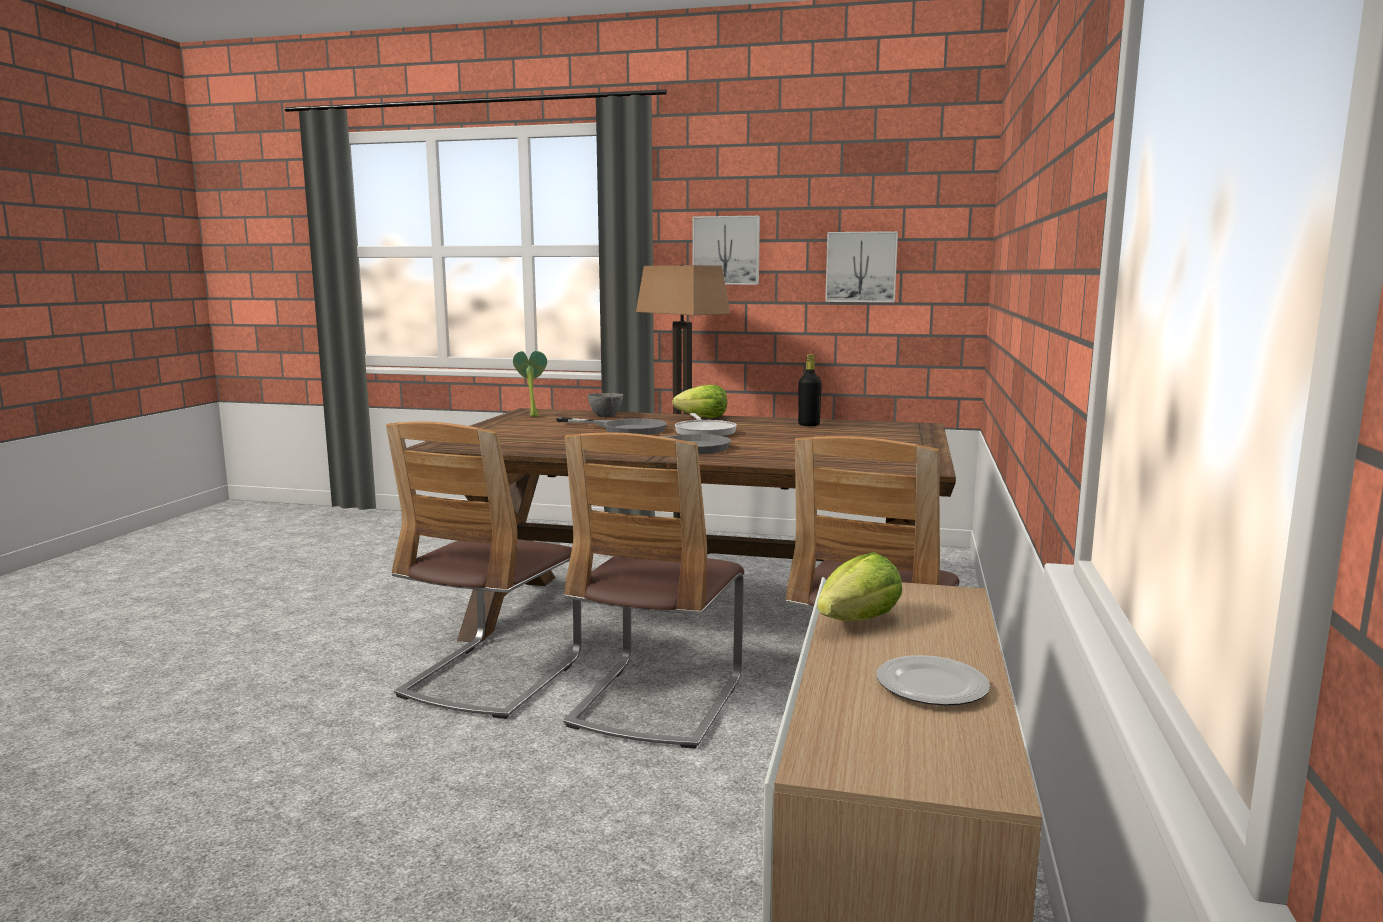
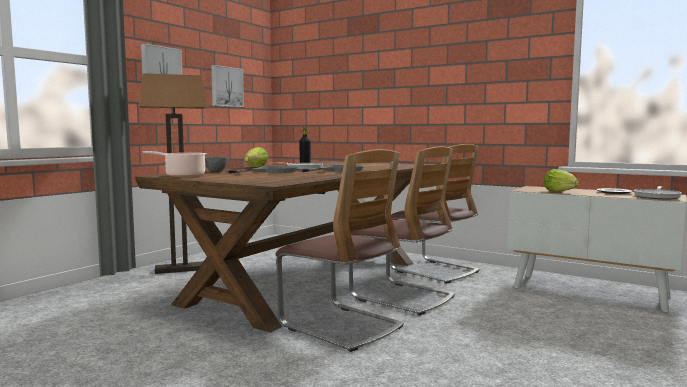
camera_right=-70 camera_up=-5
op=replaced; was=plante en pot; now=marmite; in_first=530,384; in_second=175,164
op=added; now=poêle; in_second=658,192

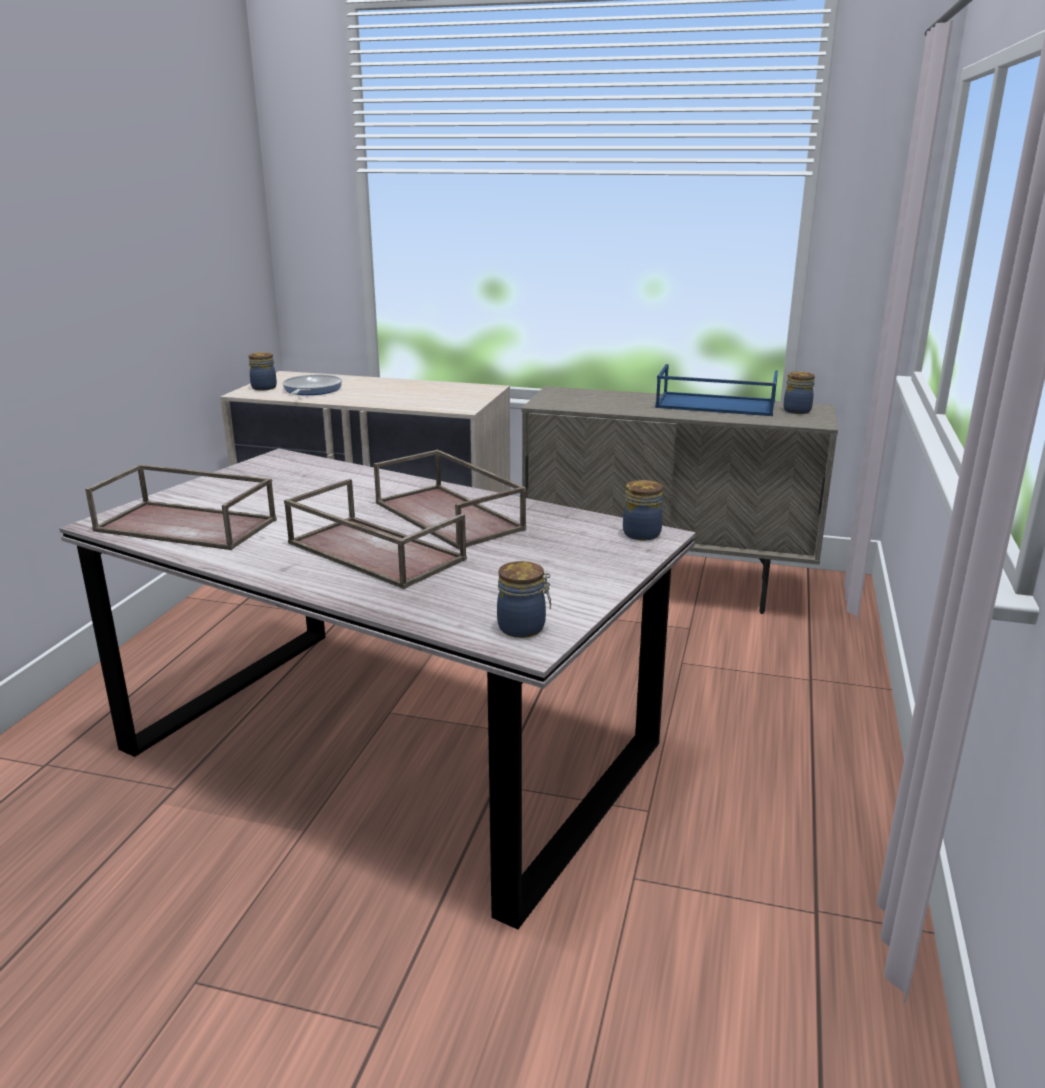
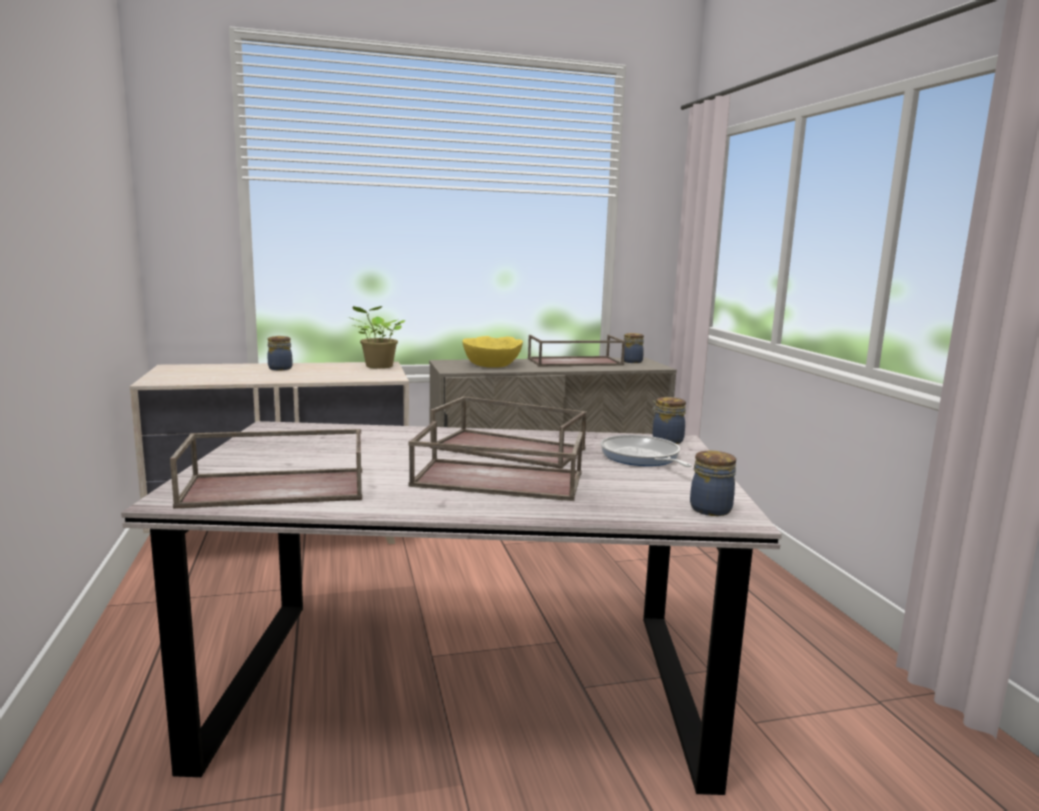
camera_right=-30 camera_up=-10
op=moved; was=bocal; in_first=263,371; in_second=280,353
op=added; now=plante en pot; in_second=376,337
op=added; now=bol (jaune); in_second=492,352
op=recoloured; was=plateau (bleu); now=plateau (marron); in_first=716,390; in_second=577,350
op=moved; was=poêle; in_first=312,384; in_second=646,451

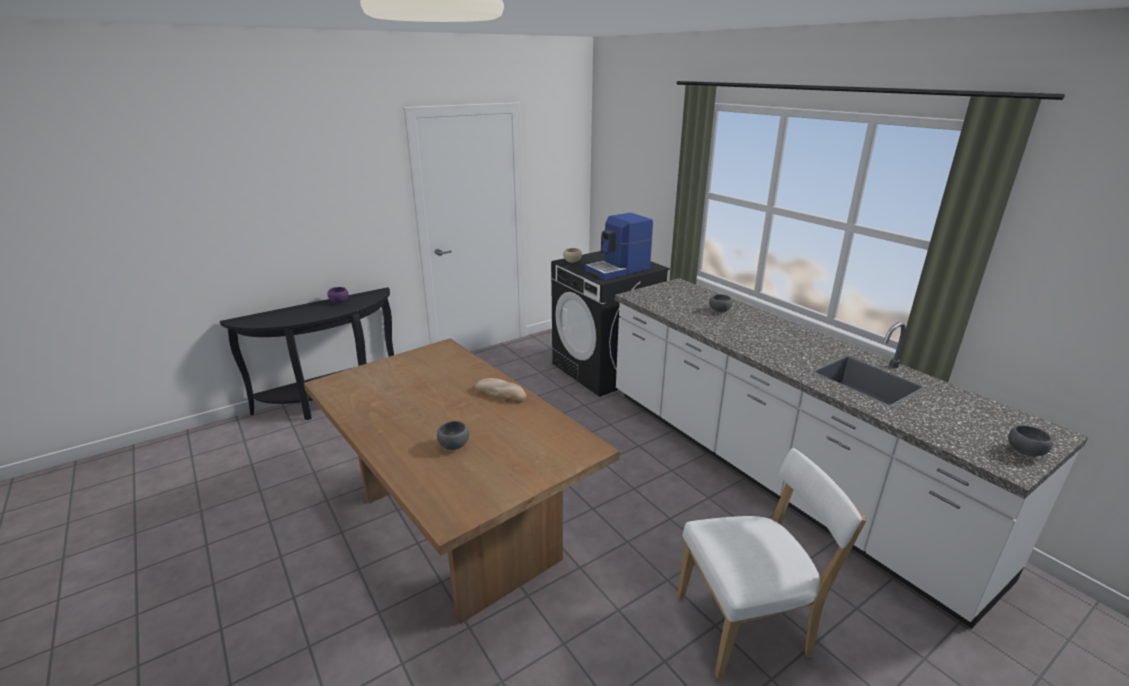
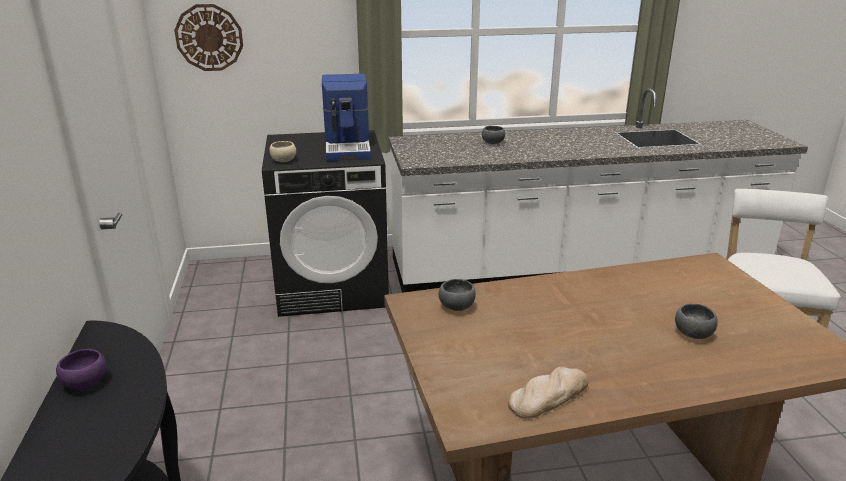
camera_right=-65 camera_up=0
op=added; now=horloge murale; in_second=208,37
op=moved; was=bol (gris); in_first=1030,441; in_second=457,295
op=moved; was=pain; in_first=500,390; in_second=548,393

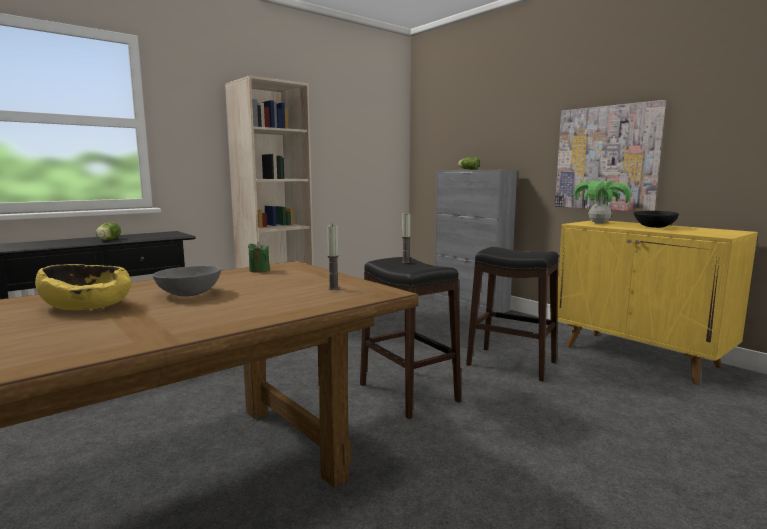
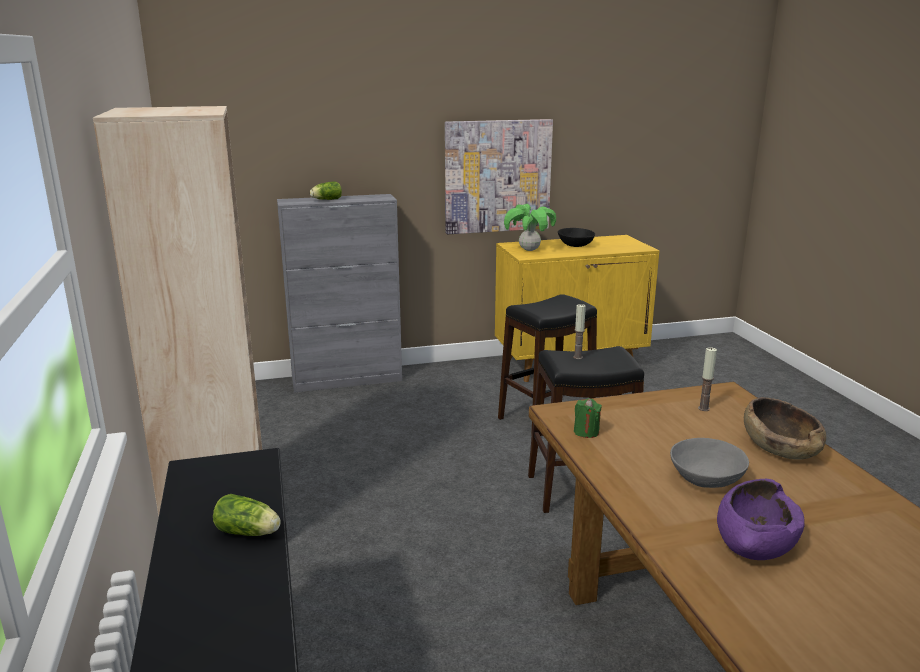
camera_right=-65 camera_up=10
op=recoloured; was=bol (jaune); now=bol (violet); in_first=83,287; in_second=761,519
op=added; now=bol (marron); in_second=785,428

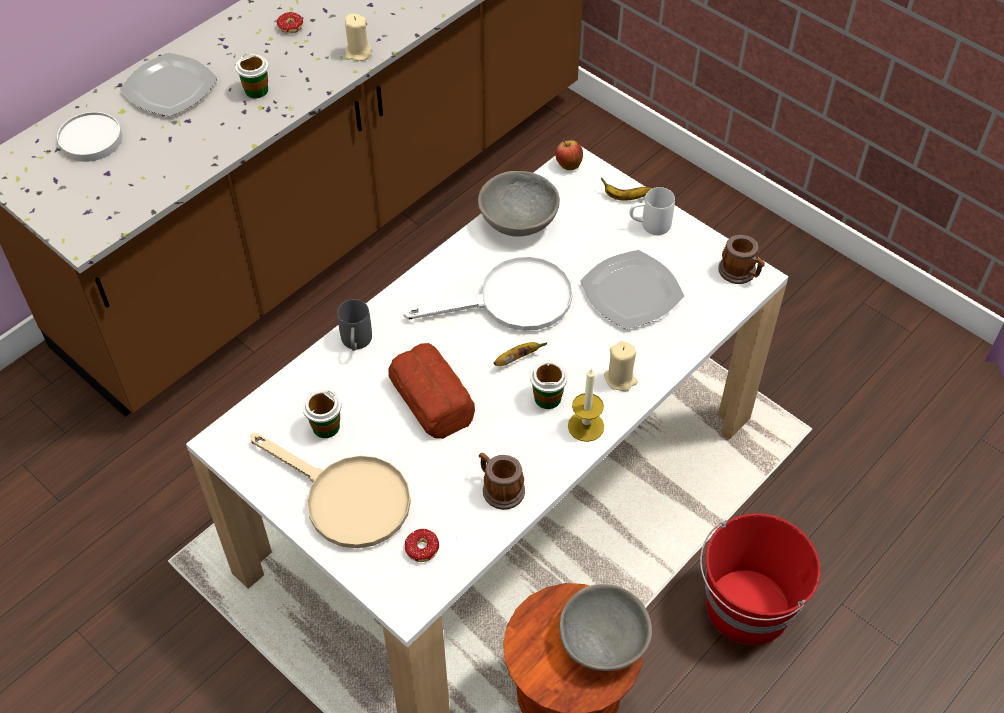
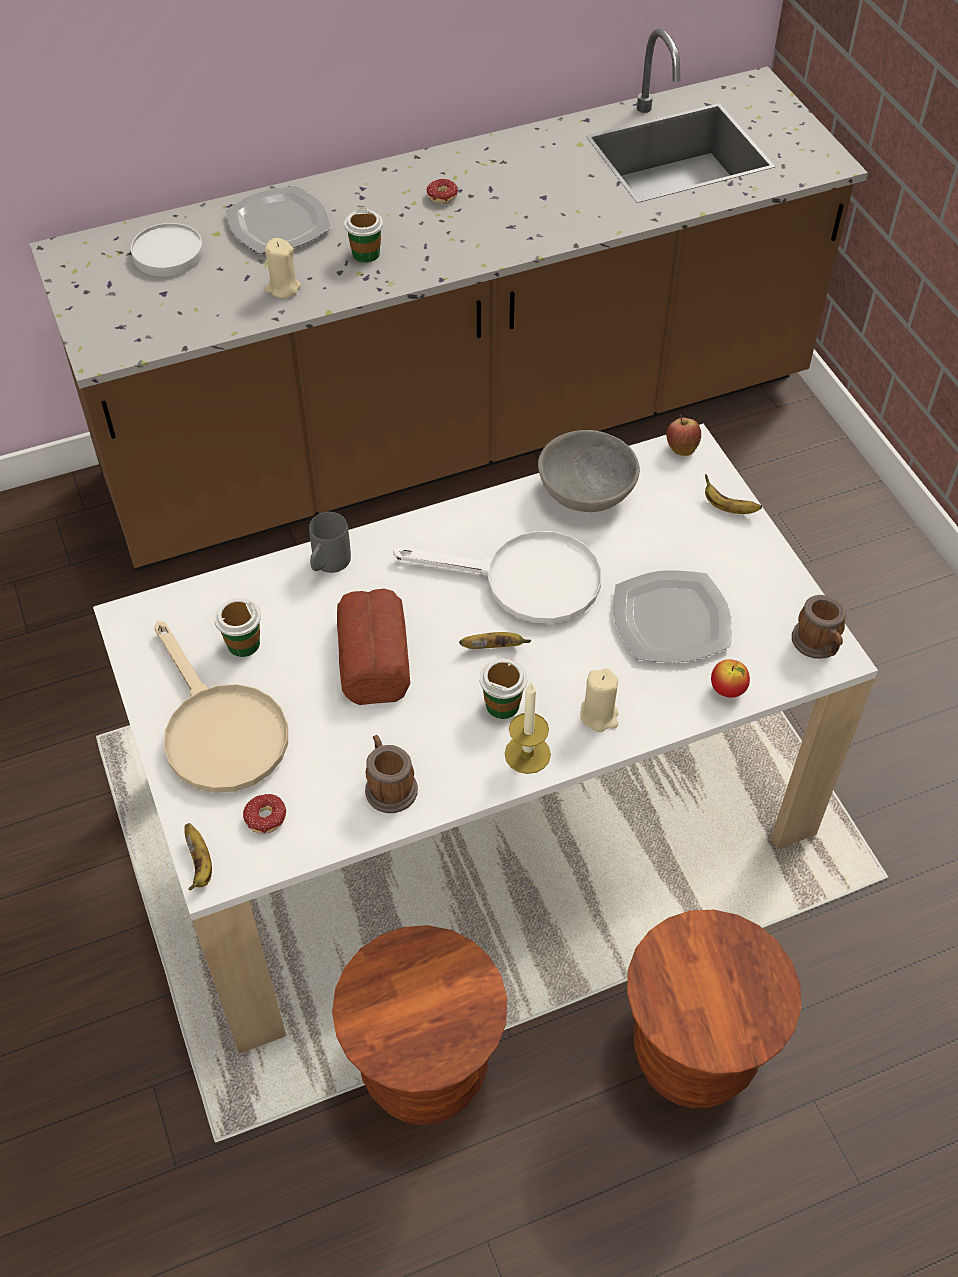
camera_right=25 camera_up=0
op=added; now=banane; in_second=198,856
op=moved; was=bougie (beige); in_first=358,37; in_second=283,268
op=replaced; was=seau (rouge); now=tabouret (marron); in_first=760,579; in_second=714,1009
op=added; now=pomme; in_second=730,678
op=removed; was=bol (gris); in_first=605,627
op=removed; was=mug (blanc); in_first=652,211

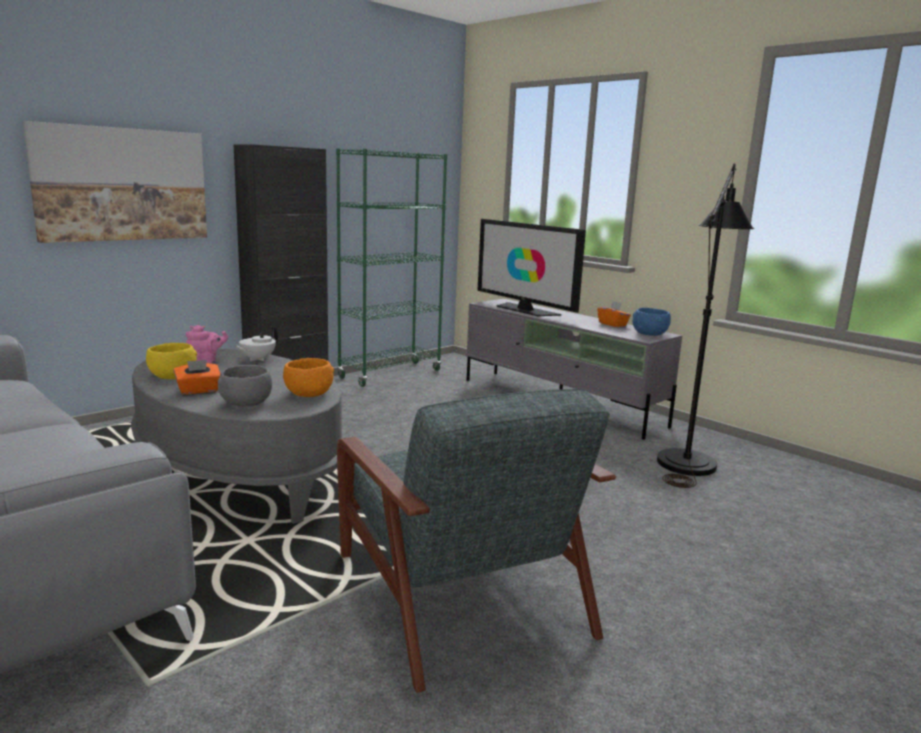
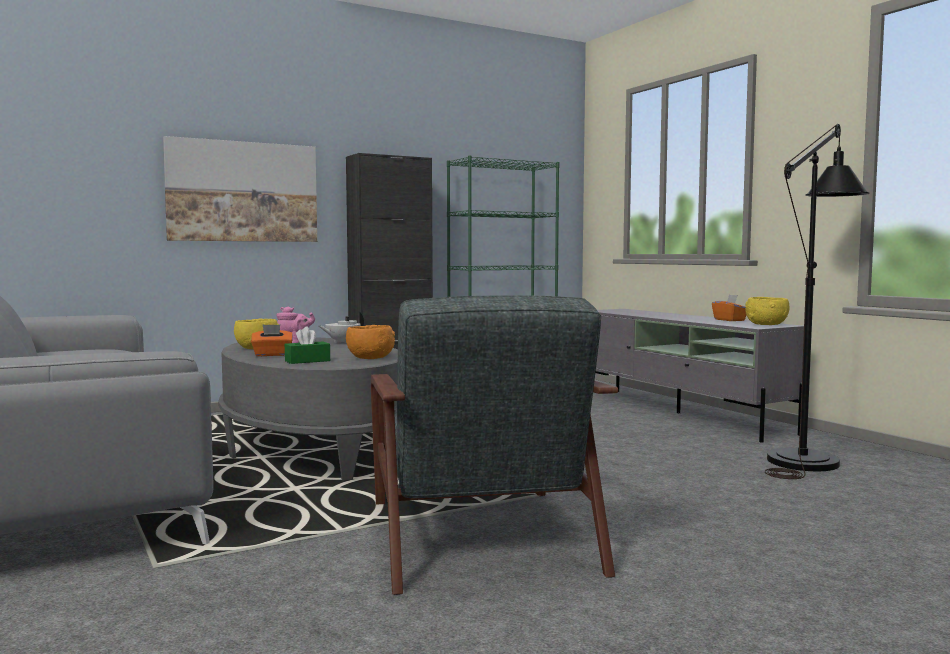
camera_right=15 camera_up=-10
op=replaced; was=bol (gris); now=boîte à mouchoirs (vert); in_first=245,386; in_second=307,345
op=recoloured; was=bol (bleu); now=bol (jaune); in_first=652,322; in_second=767,311
op=removed; was=téléviseur; in_first=531,267

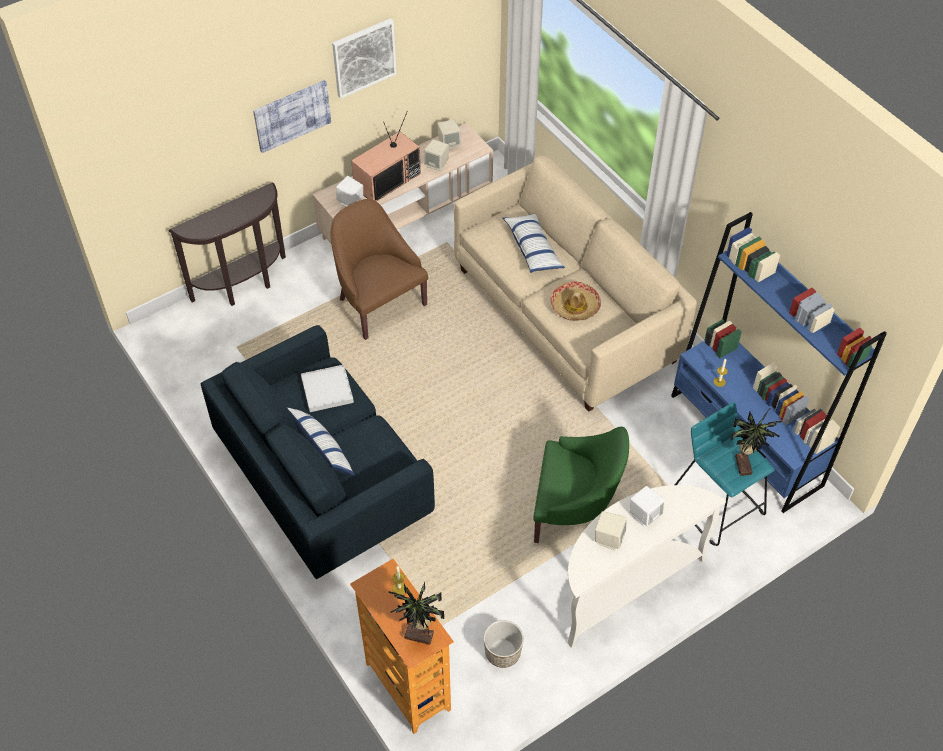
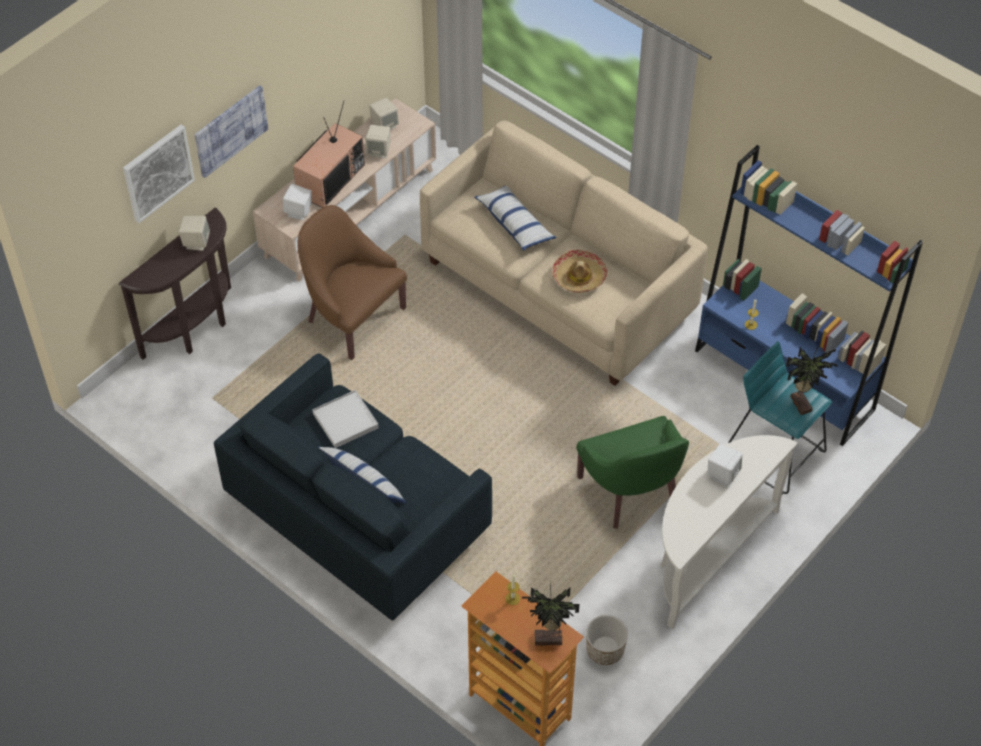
camera_right=-15 camera_up=0
op=moved; was=tableau; in_first=364,58; in_second=159,174
op=moved; was=enceinte (beige); in_first=610,530; in_second=194,233
op=turned; was=fauteuil (vert); in_first=581,485; in_second=632,472; clockwise=75

